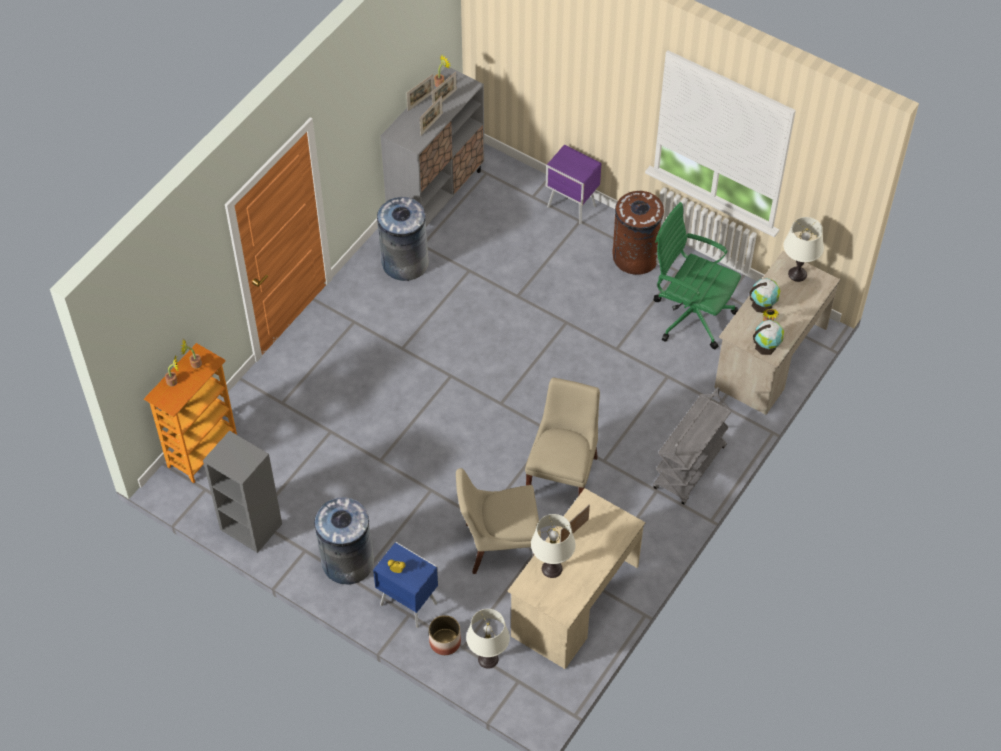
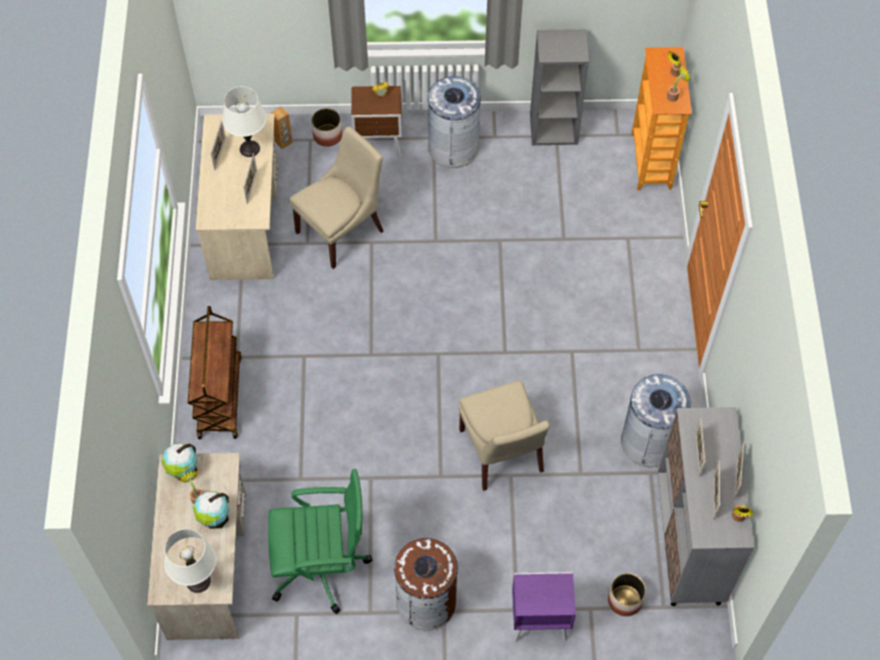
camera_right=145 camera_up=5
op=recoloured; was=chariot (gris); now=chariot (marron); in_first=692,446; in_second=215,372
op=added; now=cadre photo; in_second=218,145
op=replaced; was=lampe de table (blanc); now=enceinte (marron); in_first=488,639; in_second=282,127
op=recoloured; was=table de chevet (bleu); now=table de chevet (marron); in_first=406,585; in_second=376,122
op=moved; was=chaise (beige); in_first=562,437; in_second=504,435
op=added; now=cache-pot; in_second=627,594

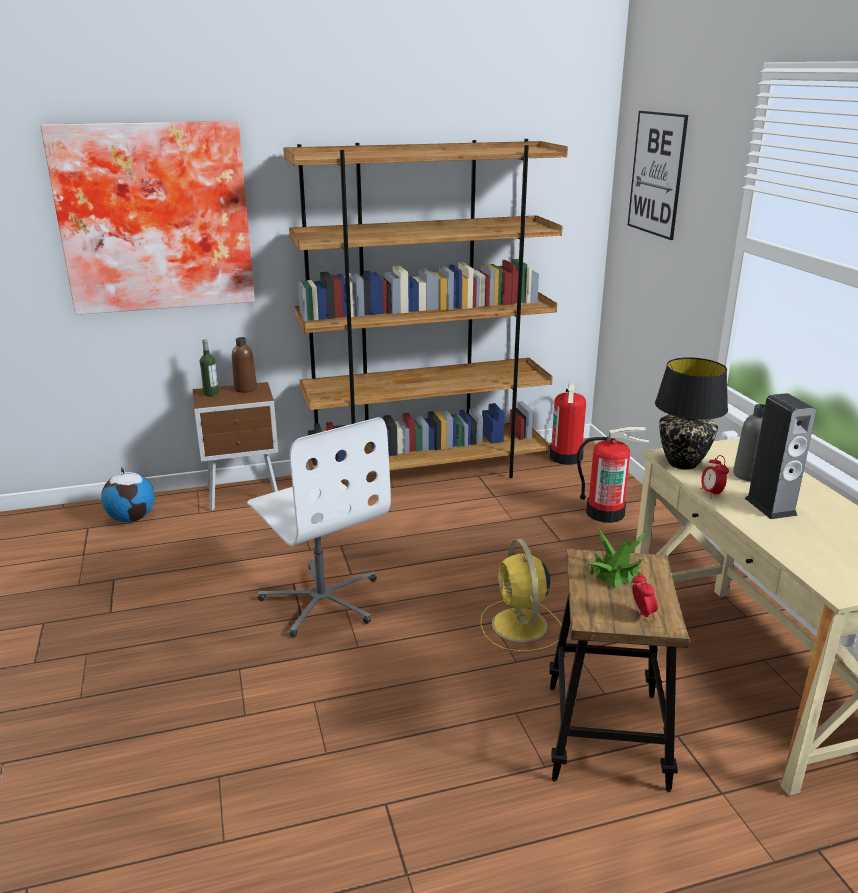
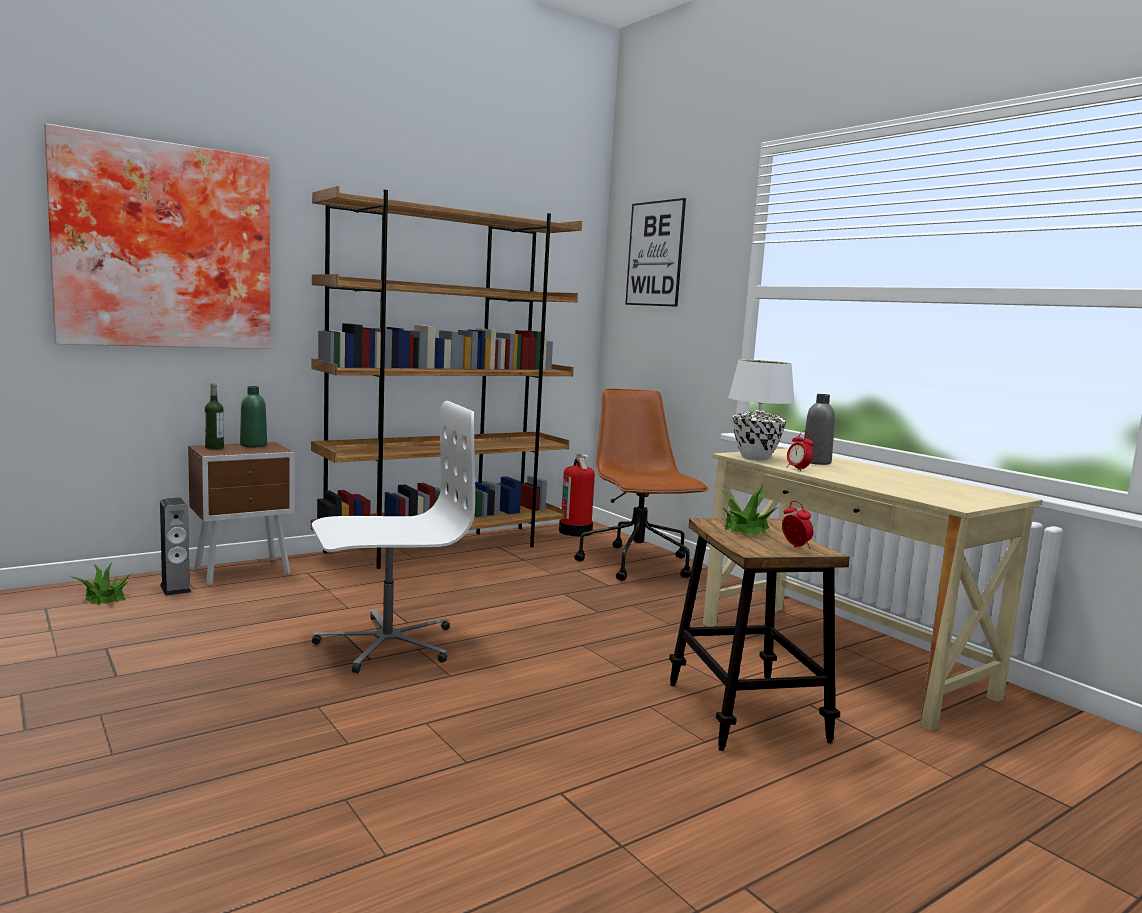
camera_right=-20 camera_up=-15
op=replaced; was=globe; now=plante en pot; in_first=128,494; in_second=101,584
op=moved; was=enceinte; in_first=780,456; in_second=176,547
op=recoloured; was=bouteille (marron); now=bouteille (vert); in_first=244,365; in_second=253,416
op=turned; was=chaise de bureau (blanc); in_first=319,527; in_second=393,537; clockwise=-60
op=replaced; was=extincteur; now=chaise de bureau (marron); in_first=613,475; in_second=641,484
op=recoloured; was=lampe de table (noir); now=lampe de table (blanc); in_first=691,413; in_second=761,410
op=removed; was=ventilateur (jaune); in_first=521,595

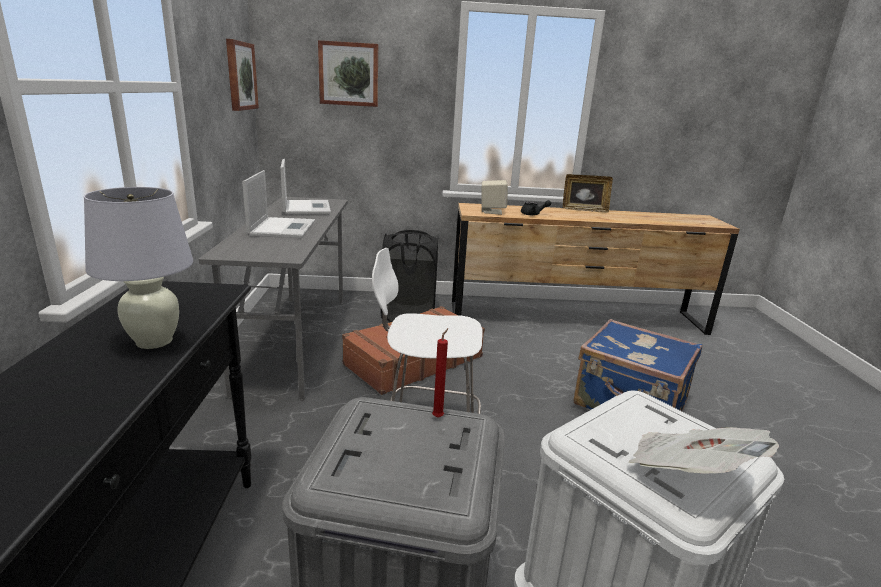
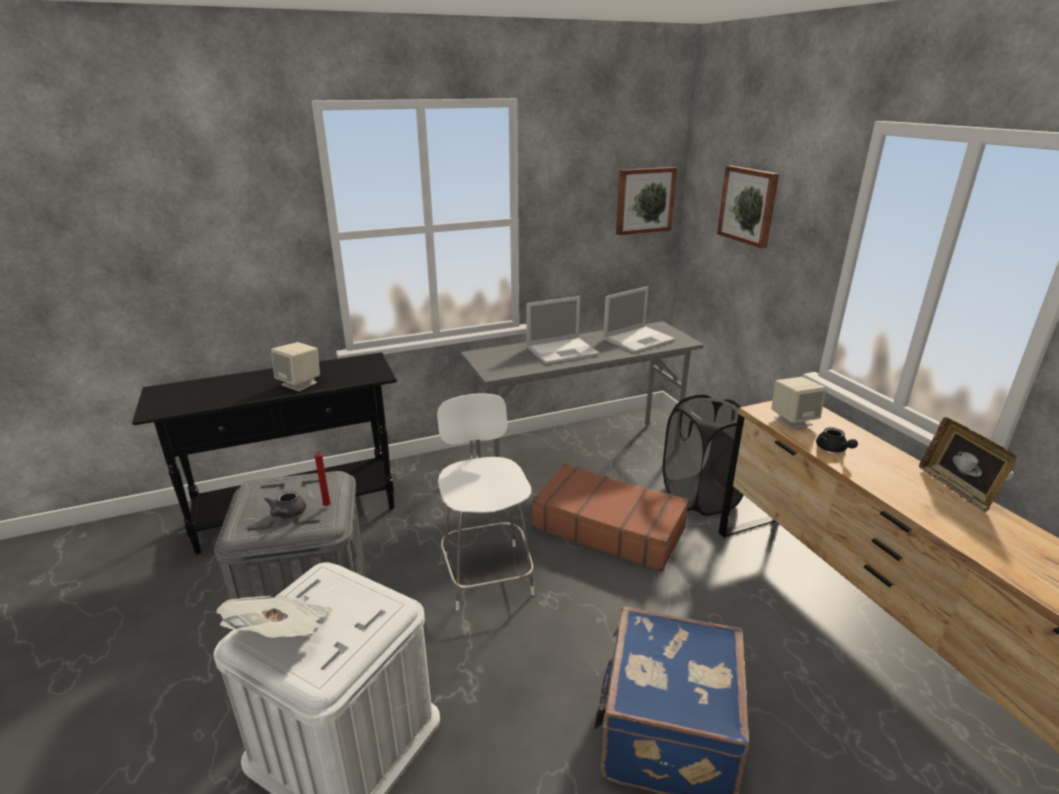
camera_right=70 camera_up=5
op=added; now=théière (gris); in_second=285,505
op=replaced; was=lampe de table (blanc); now=enceinte (beige); in_first=138,268; in_second=295,366

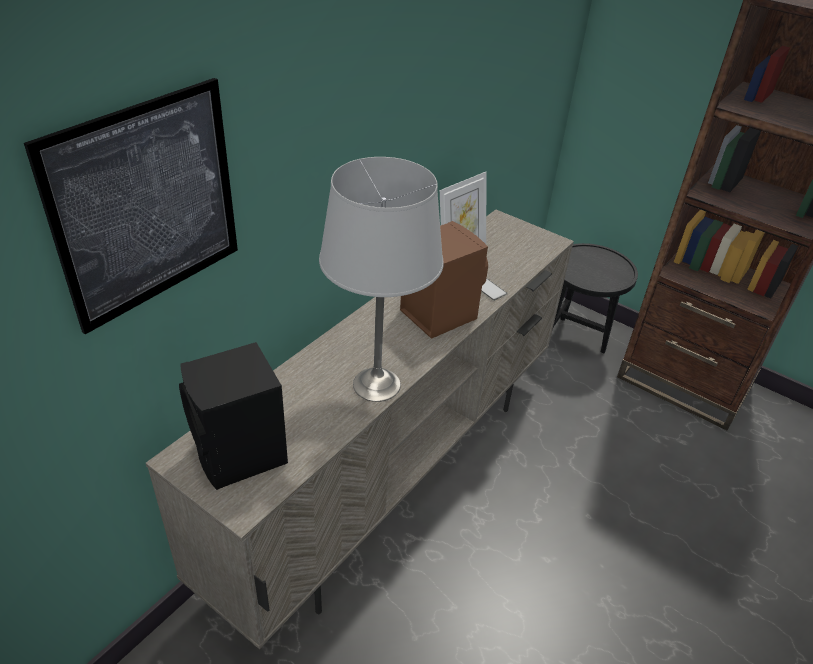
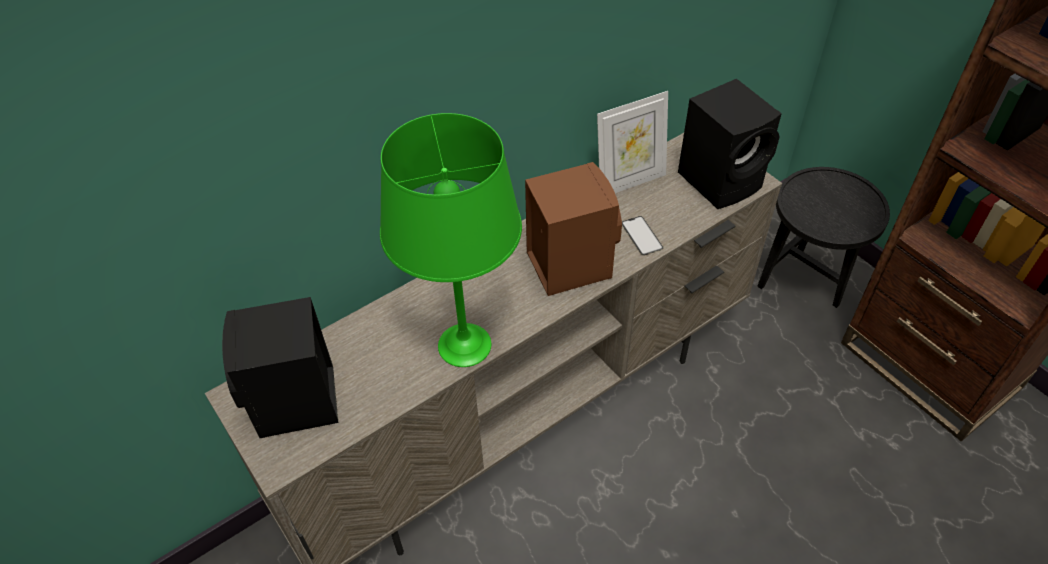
camera_right=20 camera_up=10
op=recoloured; was=lampe de table (gris); now=lampe de table (vert); in_first=381,279; in_second=451,240
op=added; now=enceinte (noir); in_second=730,144
op=removed; was=tableau; in_first=131,206

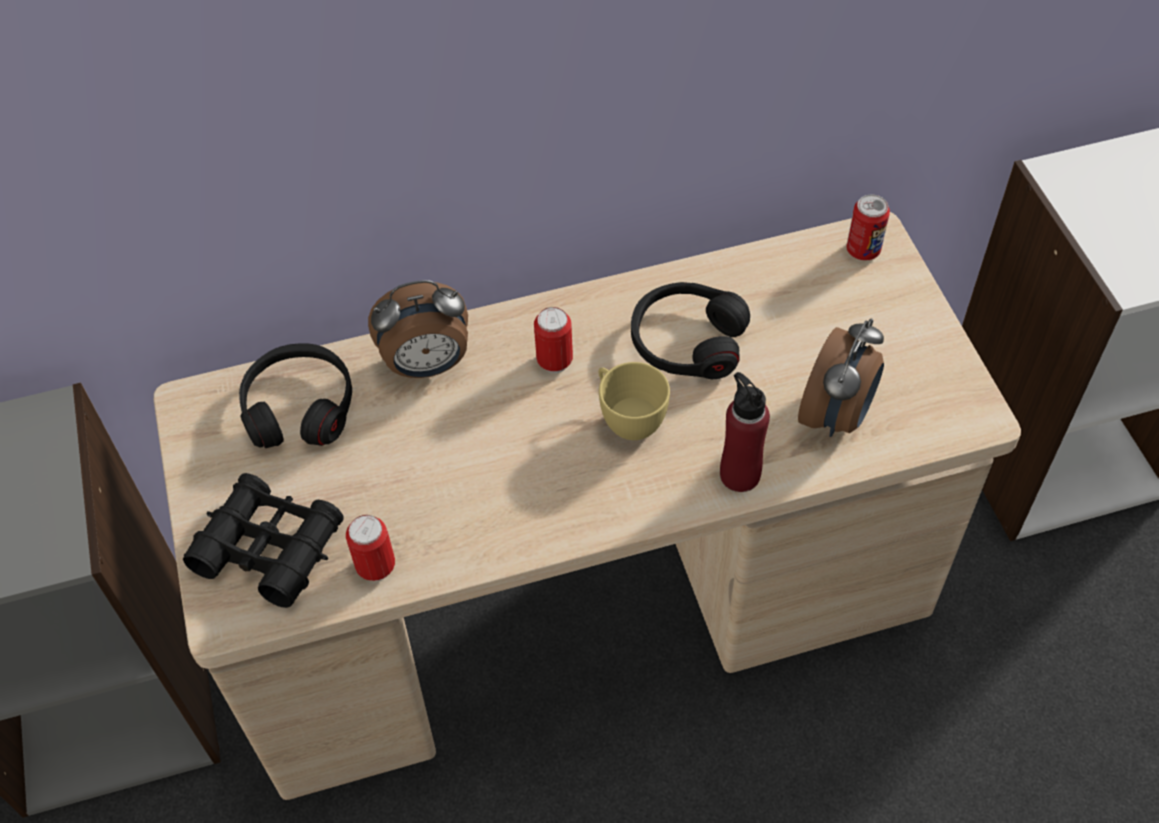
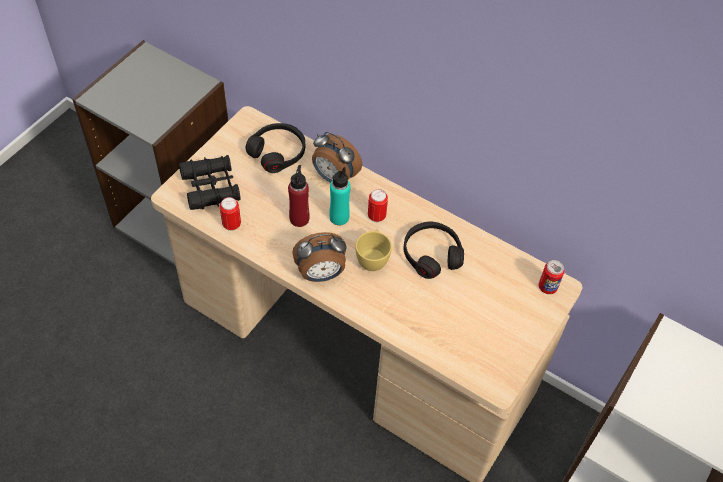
camera_right=45 camera_up=0
op=moved; was=bouteille (rouge); in_first=745,432; in_second=299,196
op=moved; was=réveil; in_first=841,377; in_second=319,257
op=added; now=bouteille (turquoise); in_second=340,196

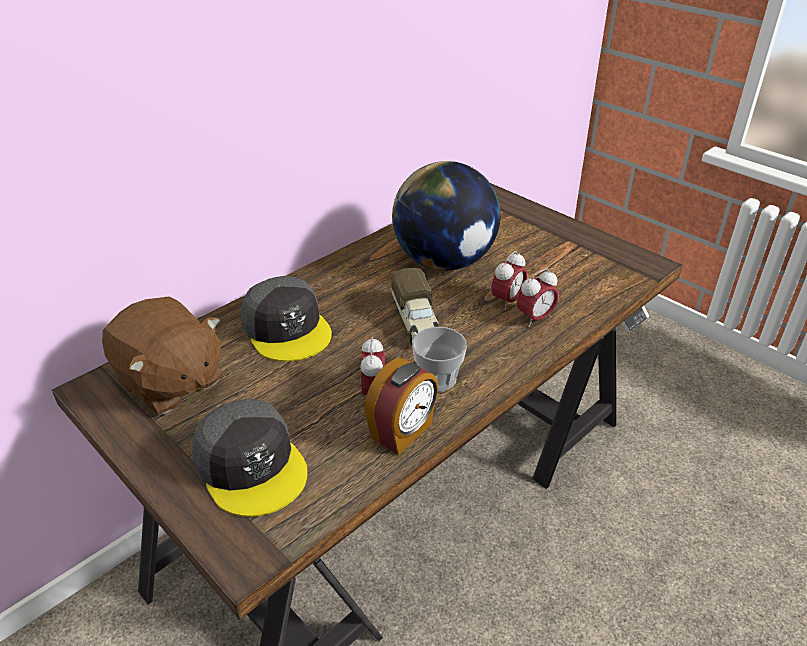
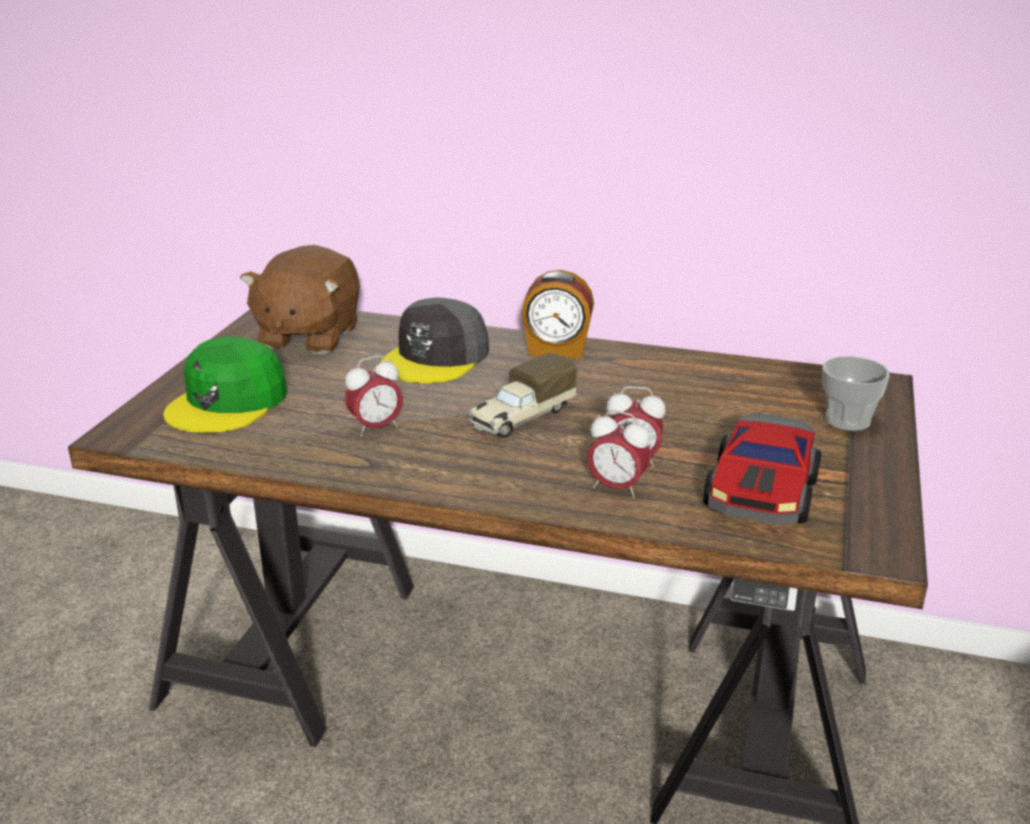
camera_right=60 camera_up=-10
op=recoloured; was=casquette (gris); now=casquette (vert); in_first=249,458; in_second=225,384
op=moved; was=réveil; in_first=401,407; in_second=558,314
op=added; now=petite voiture; in_second=762,468
op=moved; was=tasse; in_first=439,359; in_second=856,393
op=removed; was=globe; in_first=446,216

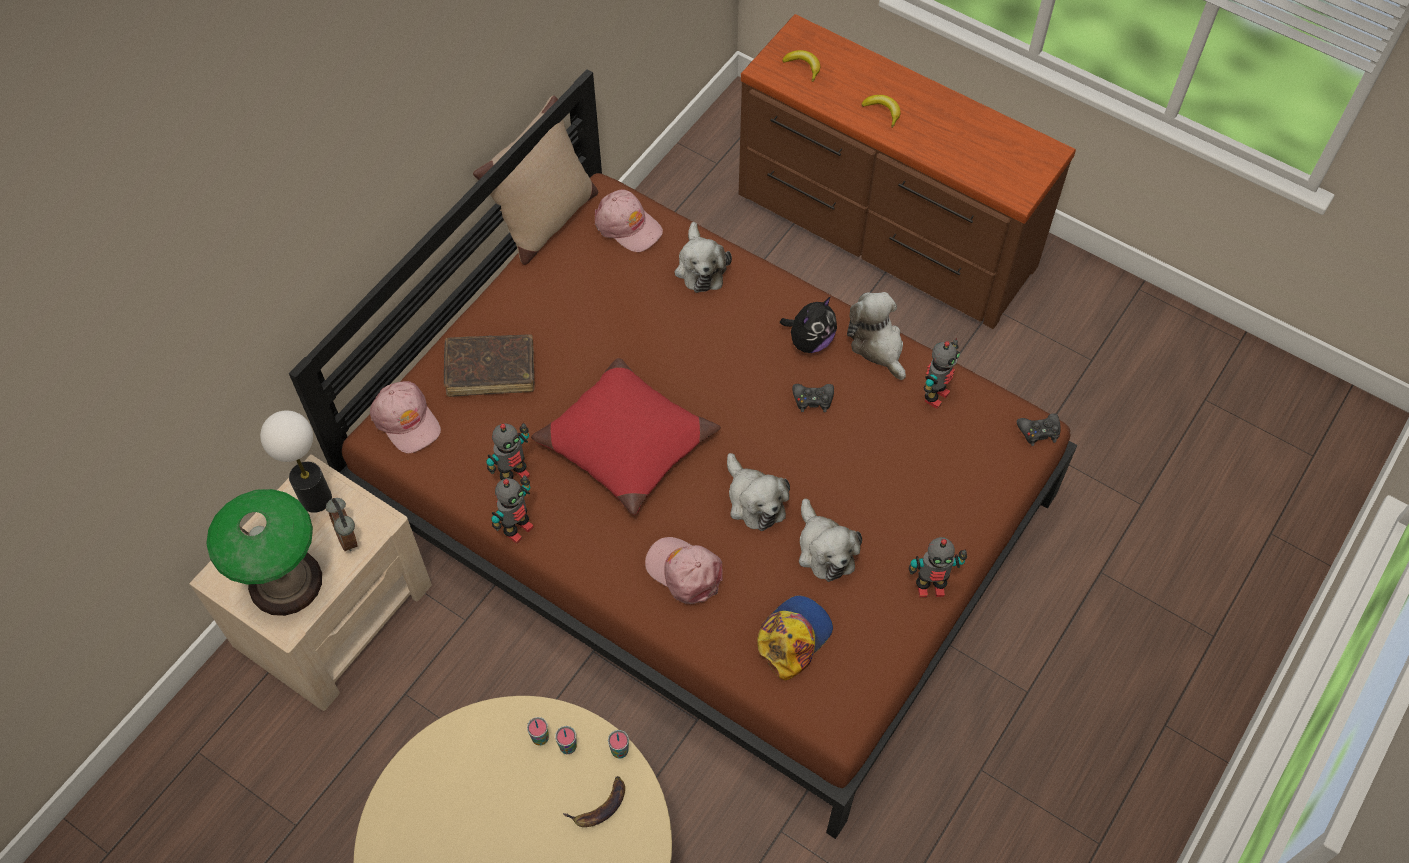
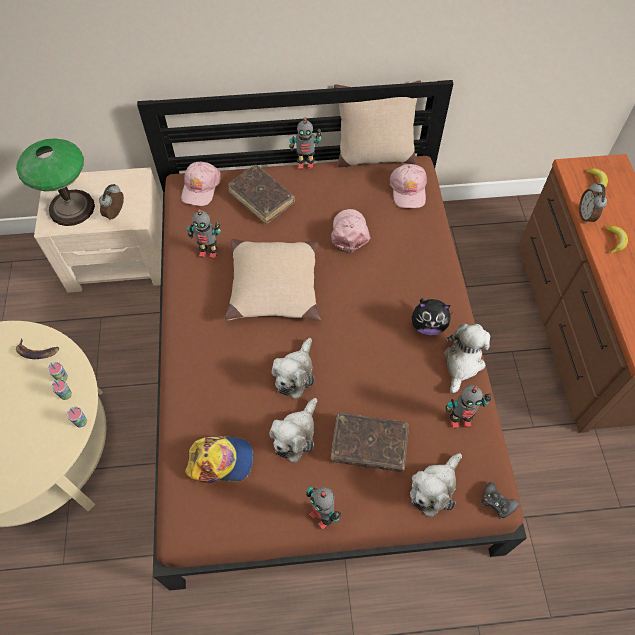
camera_right=50 camera_up=0
op=moved; was=banane; in_first=594,801; in_second=37,349
op=recoloured; was=coussin (rouge); now=coussin (beige); in_first=626,436; in_second=273,280
op=moved; was=robot jouet; in_first=512,509; in_second=305,143
op=moved; was=casquette (rose); in_first=684,570; in_second=351,230
op=added; now=livre (marron); in_second=370,443
op=moved; was=peluche; in_first=703,257; in_second=436,485
op=added; now=réveil; in_second=593,203
op=removed; was=lampe de table; in_first=296,461
op=removed; was=manette (noir); in_first=813,398

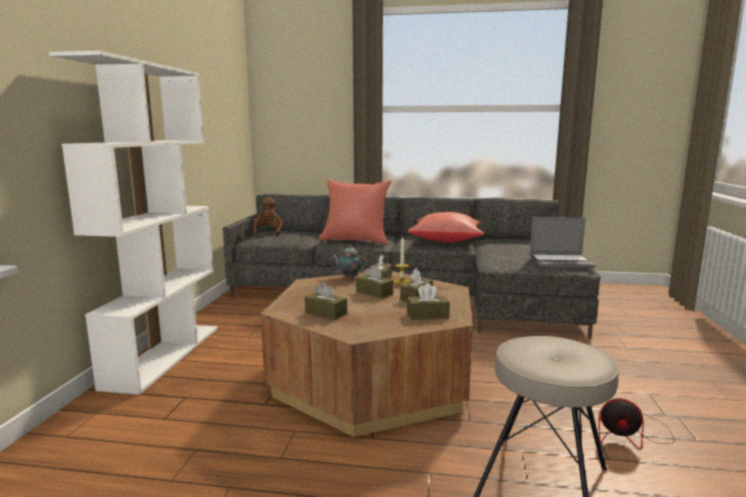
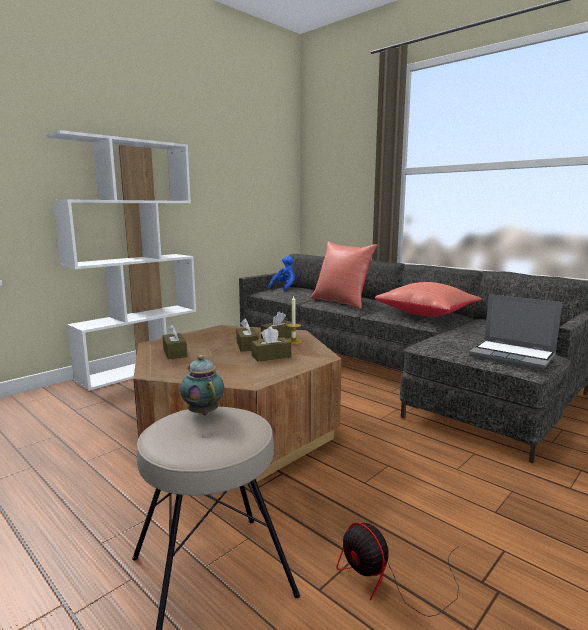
camera_right=35 camera_up=0
op=moved; was=théière; in_first=349,261; in_second=202,385
op=recoloured; was=peluche (marron); now=peluche (bleu); in_first=267,216; in_second=281,273
op=removed; was=boîte à mouchoirs (marron); in_first=428,301

